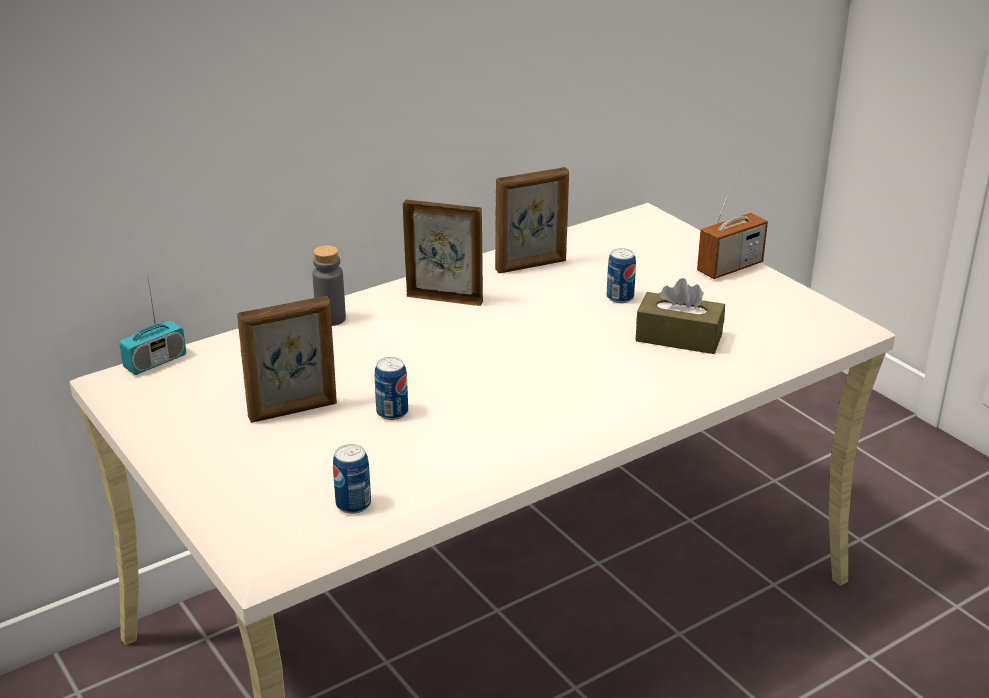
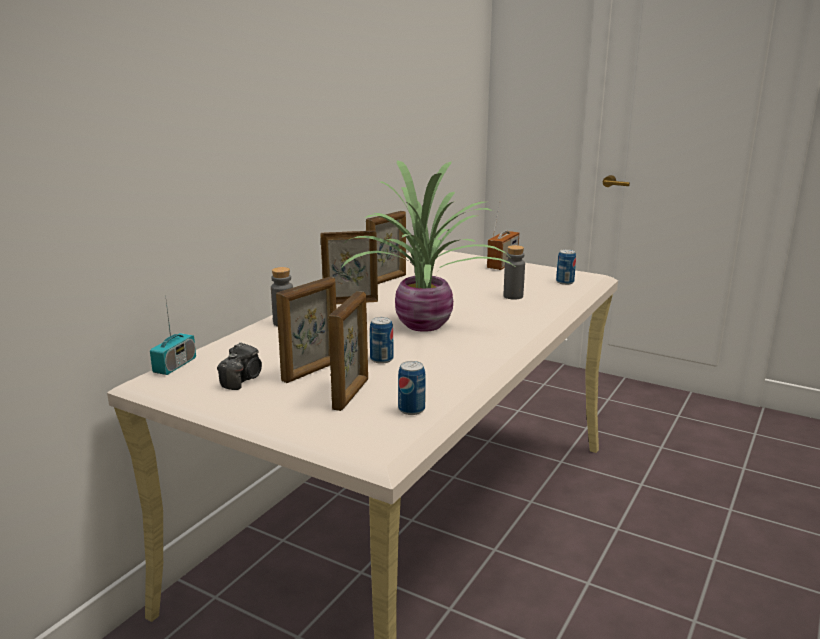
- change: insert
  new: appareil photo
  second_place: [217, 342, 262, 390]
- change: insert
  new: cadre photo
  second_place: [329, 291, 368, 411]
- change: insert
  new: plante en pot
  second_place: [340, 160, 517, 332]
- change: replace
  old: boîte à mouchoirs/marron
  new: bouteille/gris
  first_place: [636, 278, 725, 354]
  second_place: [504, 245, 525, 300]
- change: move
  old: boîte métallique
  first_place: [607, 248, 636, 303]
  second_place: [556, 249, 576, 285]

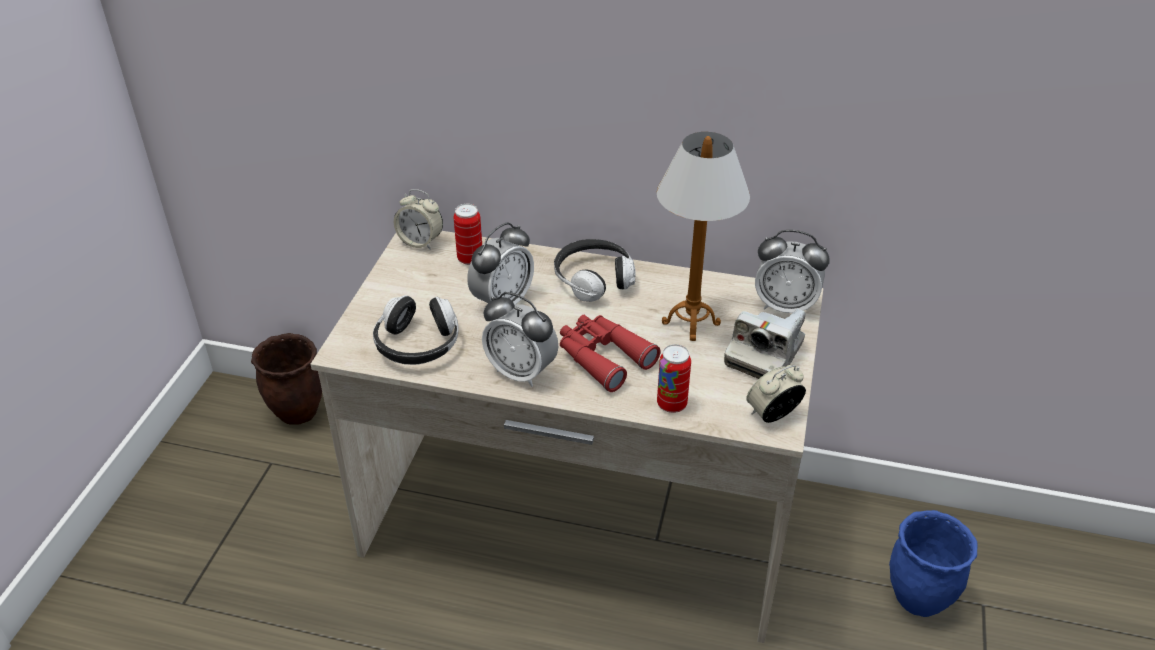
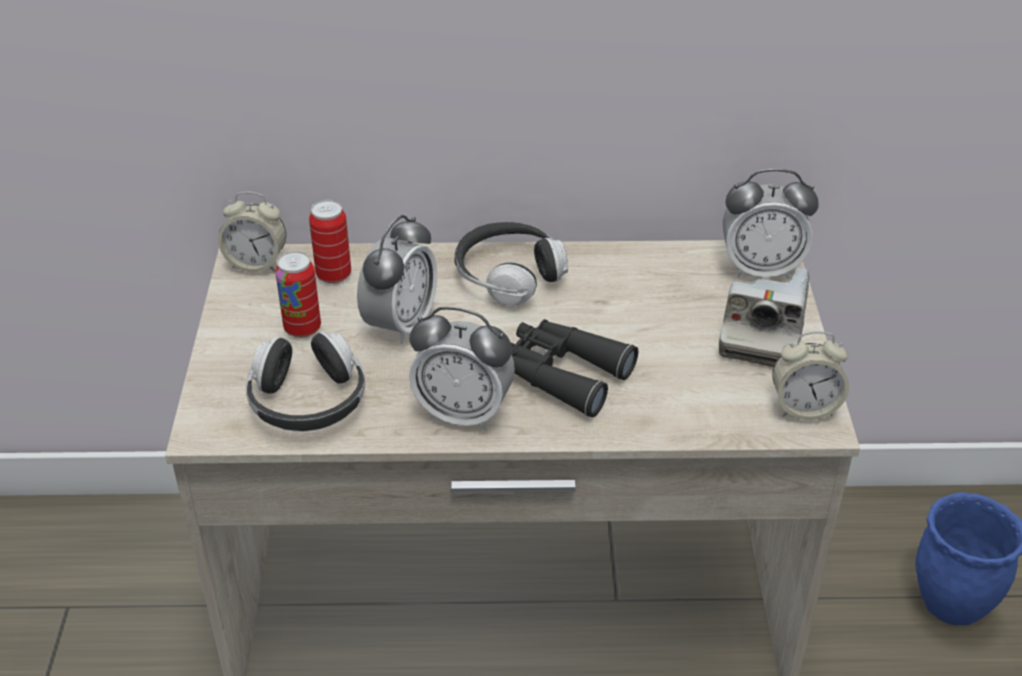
- change: move
  old: boîte métallique
  first_place: [657, 344, 691, 413]
  second_place: [275, 251, 321, 338]
- change: recolor
  old: jumelles/rouge
  new: jumelles/noir
  first_place: [560, 315, 661, 392]
  second_place: [511, 319, 638, 418]
- change: rotate
  old: réveil
  first_place: [746, 365, 806, 423]
  second_place: [772, 331, 849, 420]
  degrees: -135
- change: delete
  old: cache-pot/marron
  first_place: [251, 333, 322, 425]
- change: delete
  old: lampe de table
  first_place: [657, 132, 750, 341]

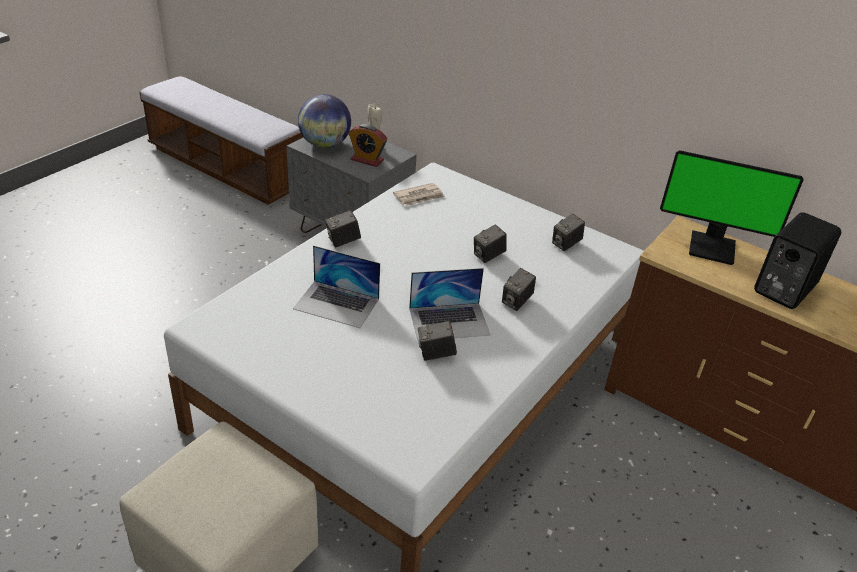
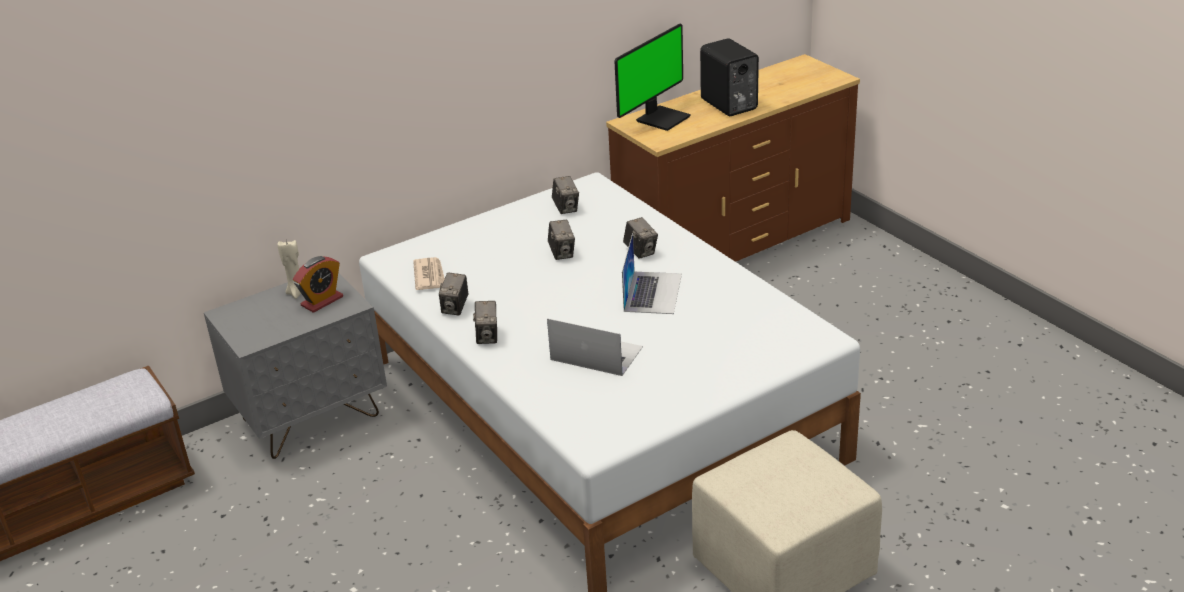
- change: move
  old: appareil photo
  first_place: [418, 321, 457, 361]
  second_place: [439, 272, 468, 315]
- change: rotate
  old: ordinateur portable
  first_place: [293, 245, 380, 328]
  second_place: [547, 318, 643, 376]
  degrees: -105
- change: delete
  old: globe
  first_place: [298, 94, 351, 148]

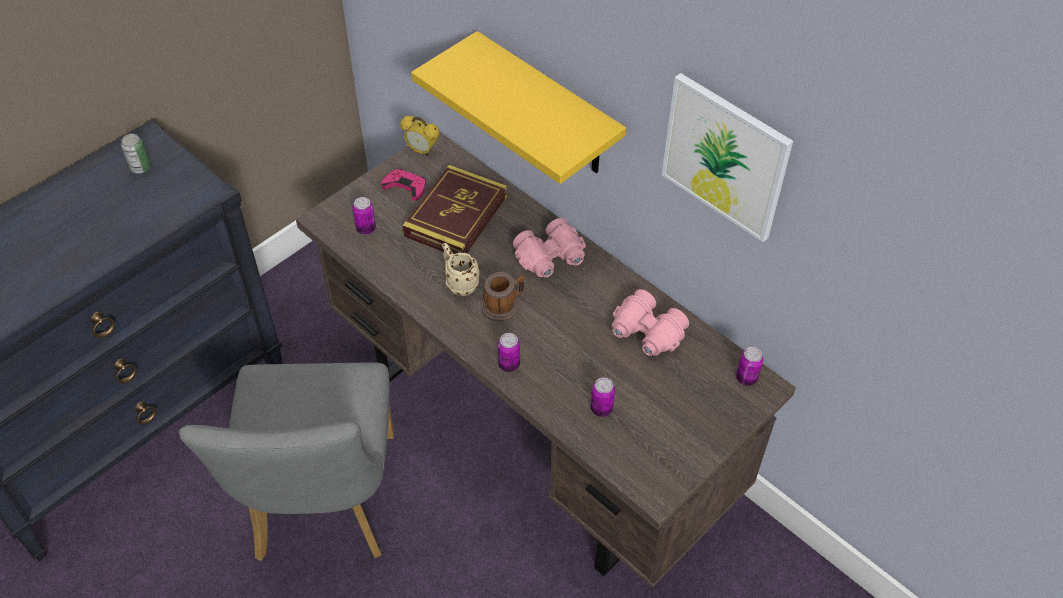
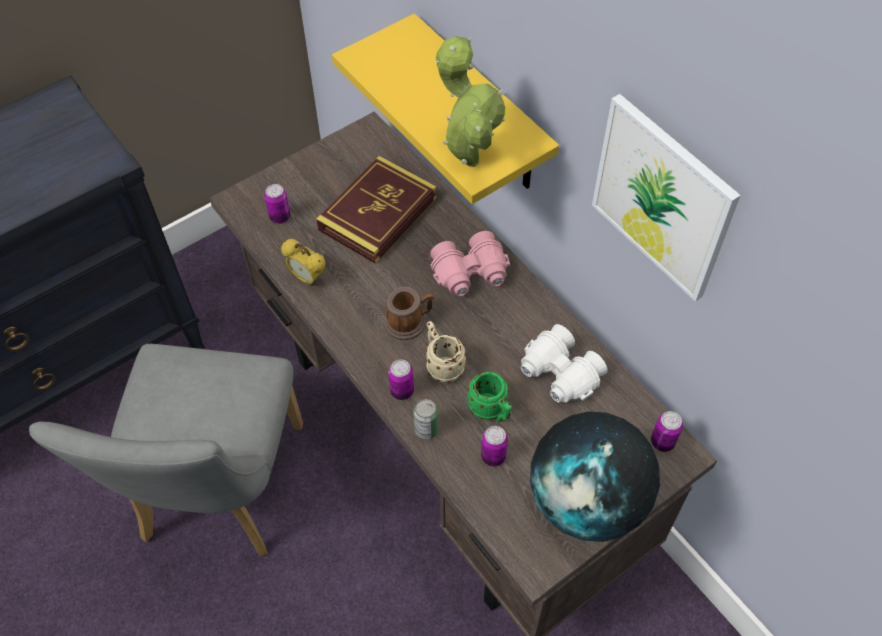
- change: move
  old: réveil
  first_place: [400, 116, 439, 156]
  second_place: [281, 239, 326, 286]
- change: move
  old: boîte métallique
  first_place: [121, 134, 151, 174]
  second_place: [413, 399, 439, 439]
- change: move
  old: mug/beige
  first_place: [442, 243, 480, 296]
  second_place: [426, 321, 466, 383]
- change: insert
  new: plante en pot
  second_place: [436, 36, 506, 167]
- change: insert
  new: mug/vert
  second_place: [467, 372, 512, 422]
- change: recolor
  old: jumelles/rose
  new: jumelles/blanc
  first_place: [612, 289, 689, 356]
  second_place: [521, 324, 608, 403]
- change: insert
  new: globe
  second_place: [530, 411, 660, 542]
- change: delete
  old: manette/rose
  first_place: [381, 169, 426, 201]

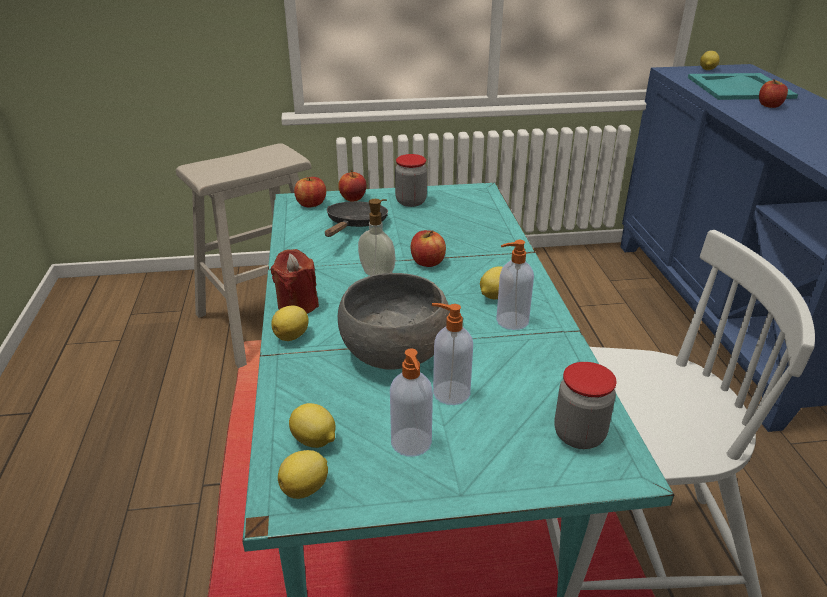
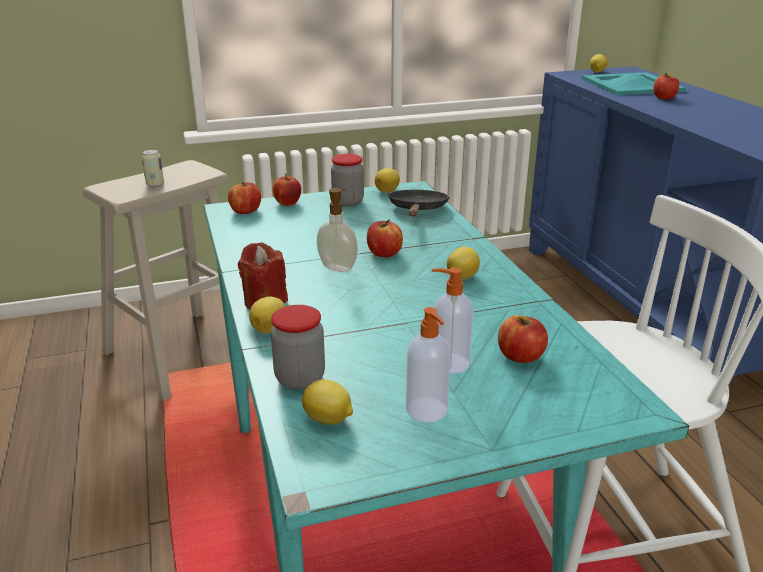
- change: insert
  new: boîte métallique
  second_place: [142, 150, 164, 187]
- change: move
  old: bocal
  first_place: [555, 362, 617, 449]
  second_place: [270, 305, 325, 390]
- change: move
  old: citron
  first_place: [278, 450, 328, 499]
  second_place: [375, 168, 400, 193]
- change: move
  old: poêle/noir
  first_place: [325, 201, 388, 237]
  second_place: [388, 190, 450, 216]
- change: insert
  new: pomme
  second_place: [498, 315, 548, 363]
- change: delete
  old: bol/gris
  first_place: [338, 273, 450, 370]
- change: delete
  old: distributeur de savon
  first_place: [496, 240, 534, 330]

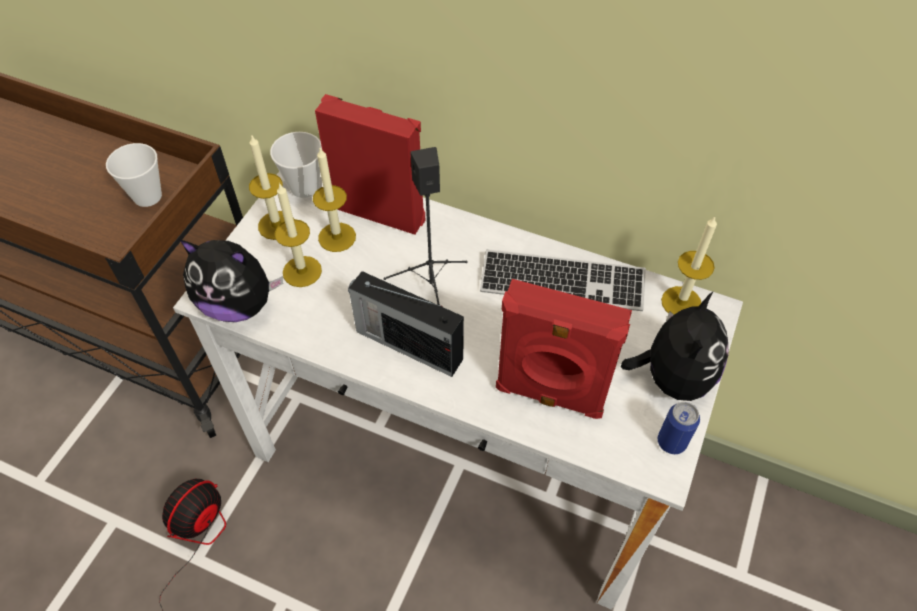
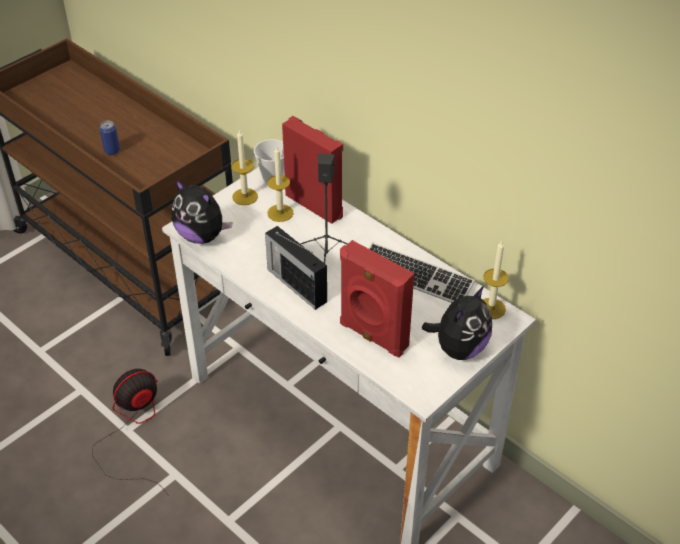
- change: move
  old: boîte métallique
  first_place: [658, 402, 700, 454]
  second_place: [100, 121, 120, 155]
- change: delete
  old: tasse
  first_place: [106, 143, 162, 207]
- change: delete
  old: bougie
  first_place: [275, 183, 322, 287]

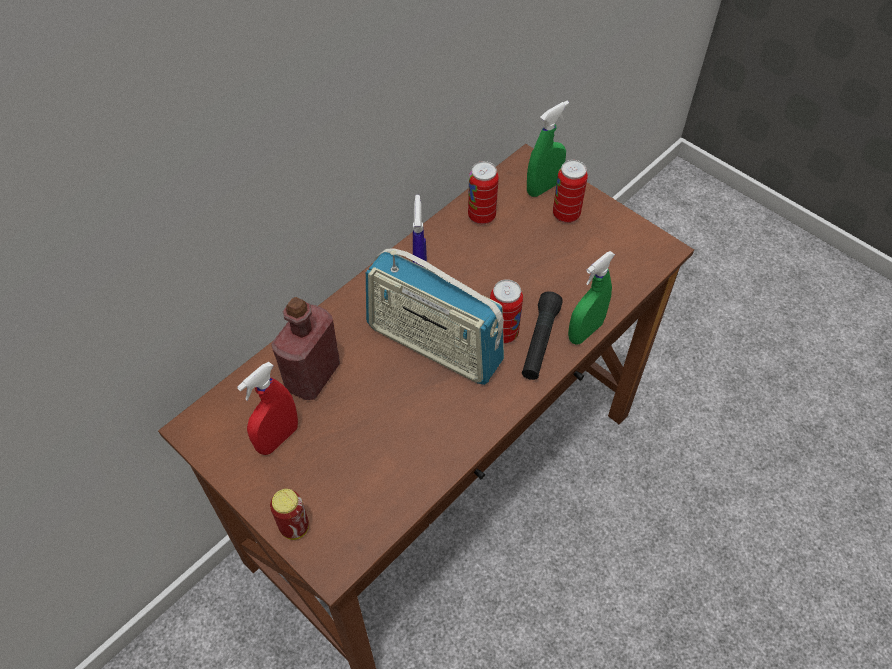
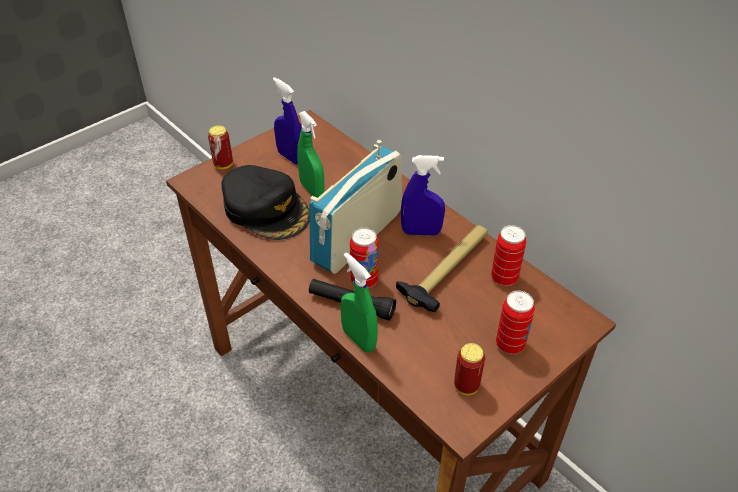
- change: insert
  new: casquette/noir
  second_place: [221, 165, 310, 240]
- change: recolor
  old: vaporisateur/rouge
  new: vaporisateur/bleu
  first_place: [237, 362, 298, 455]
  second_place: [273, 77, 302, 165]
- change: move
  old: vaporisateur/vert
  first_place: [527, 101, 569, 197]
  second_place: [297, 111, 325, 198]
- change: insert
  new: marteau
  second_place: [396, 225, 488, 312]
- change: insert
  new: boîte métallique
  second_place: [454, 343, 485, 395]
- change: delete
  old: bouteille/rouge
  first_place: [271, 297, 340, 400]

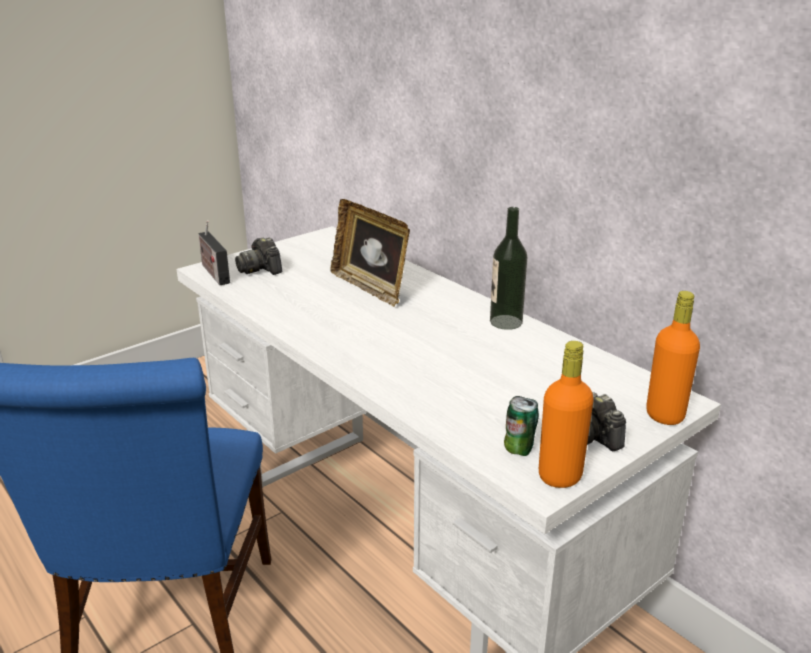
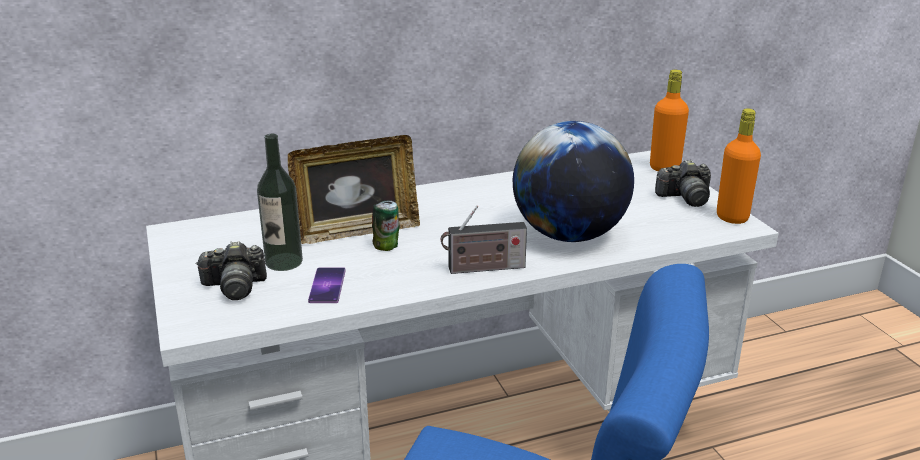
- change: move
  old: bouteille
  first_place: [490, 207, 527, 330]
  second_place: [257, 134, 303, 271]
- change: insert
  new: téléphone
  second_place: [308, 268, 346, 303]
- change: move
  old: boîte métallique
  first_place: [504, 396, 539, 456]
  second_place: [372, 200, 400, 251]
- change: move
  old: radio
  first_place: [198, 220, 230, 285]
  second_place: [441, 205, 527, 274]
- change: insert
  new: globe
  second_place: [513, 121, 634, 242]

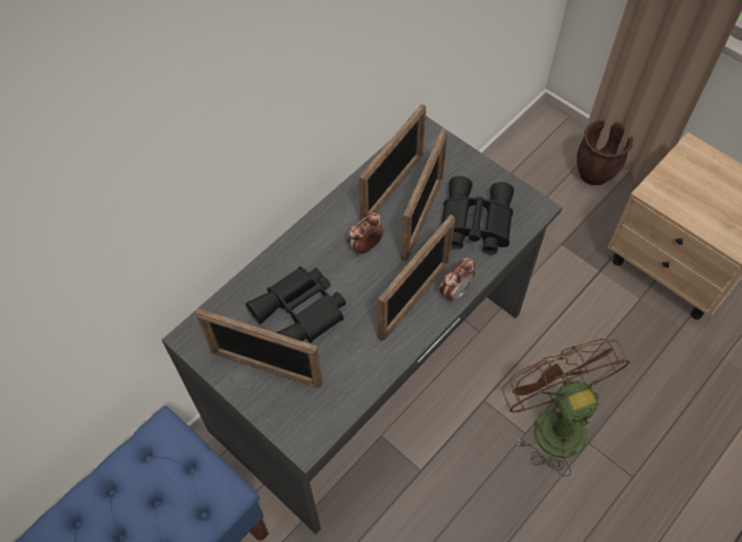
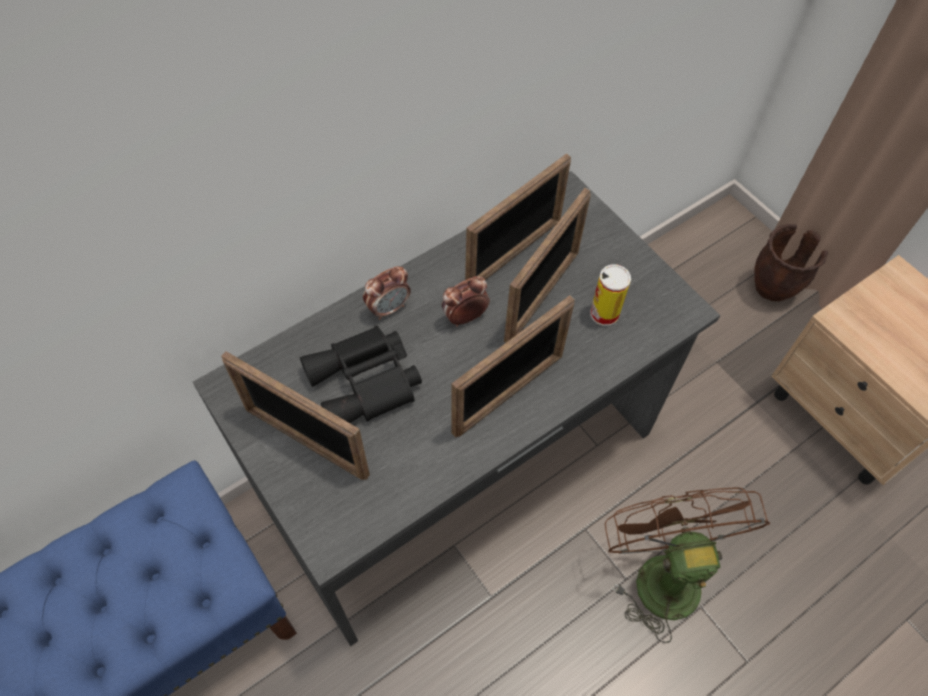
- change: move
  old: réveil
  first_place: [439, 258, 475, 303]
  second_place: [363, 266, 411, 320]
- change: replace
  old: jumelles/noir
  new: boîte métallique
  first_place: [441, 176, 514, 255]
  second_place: [590, 265, 631, 326]

